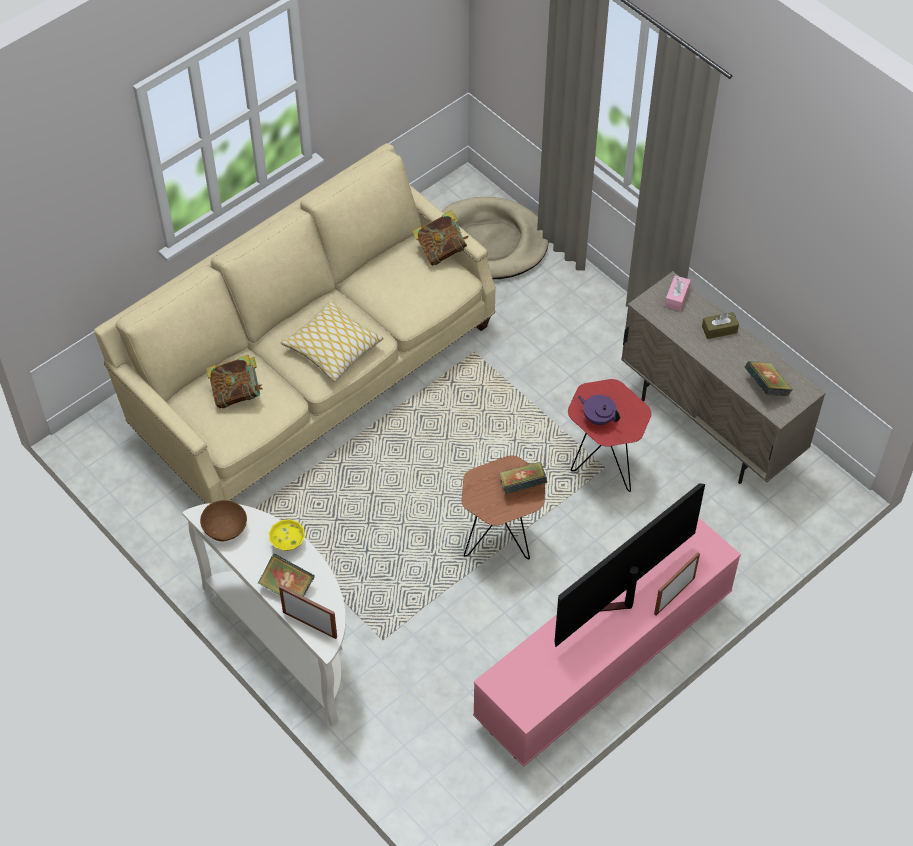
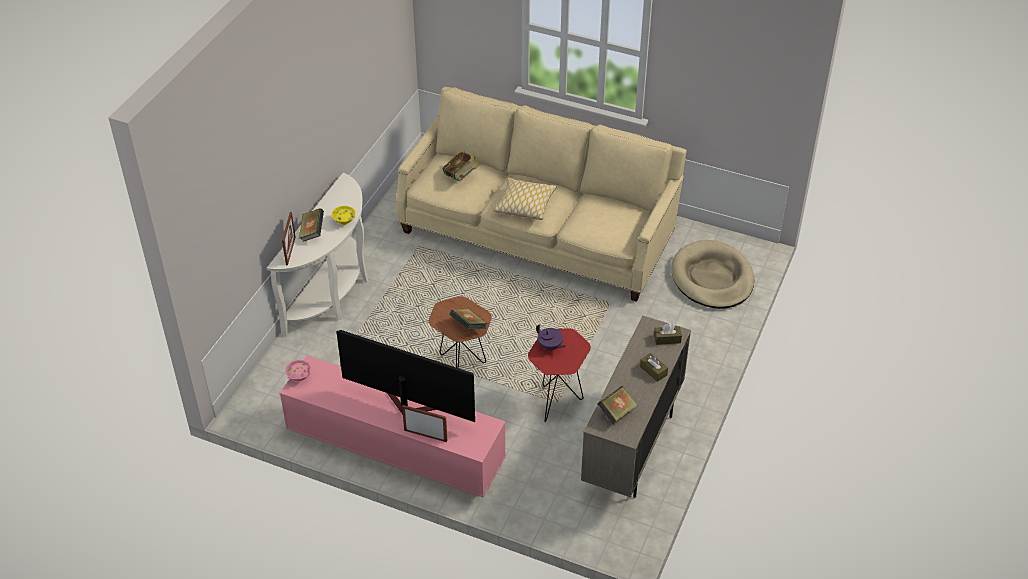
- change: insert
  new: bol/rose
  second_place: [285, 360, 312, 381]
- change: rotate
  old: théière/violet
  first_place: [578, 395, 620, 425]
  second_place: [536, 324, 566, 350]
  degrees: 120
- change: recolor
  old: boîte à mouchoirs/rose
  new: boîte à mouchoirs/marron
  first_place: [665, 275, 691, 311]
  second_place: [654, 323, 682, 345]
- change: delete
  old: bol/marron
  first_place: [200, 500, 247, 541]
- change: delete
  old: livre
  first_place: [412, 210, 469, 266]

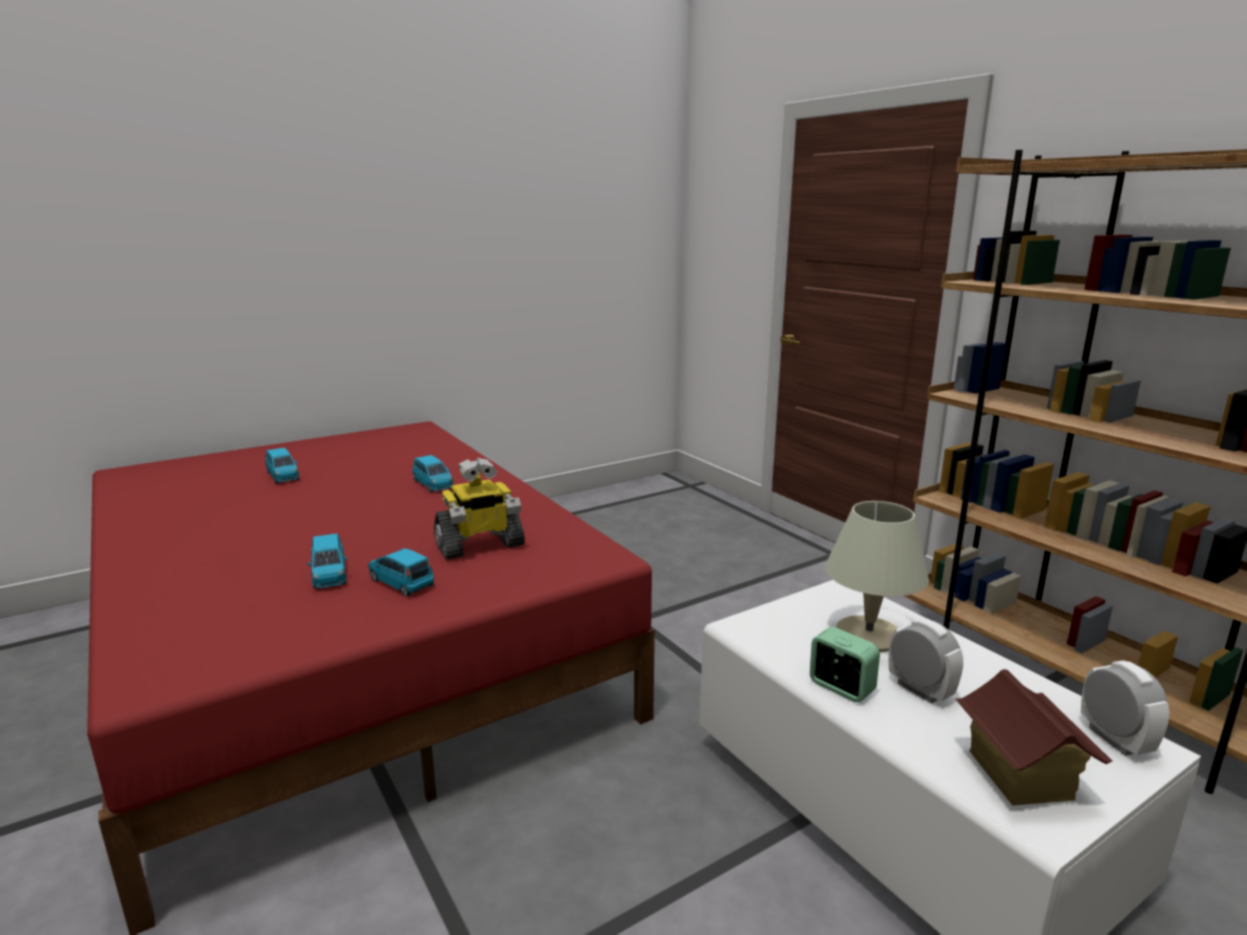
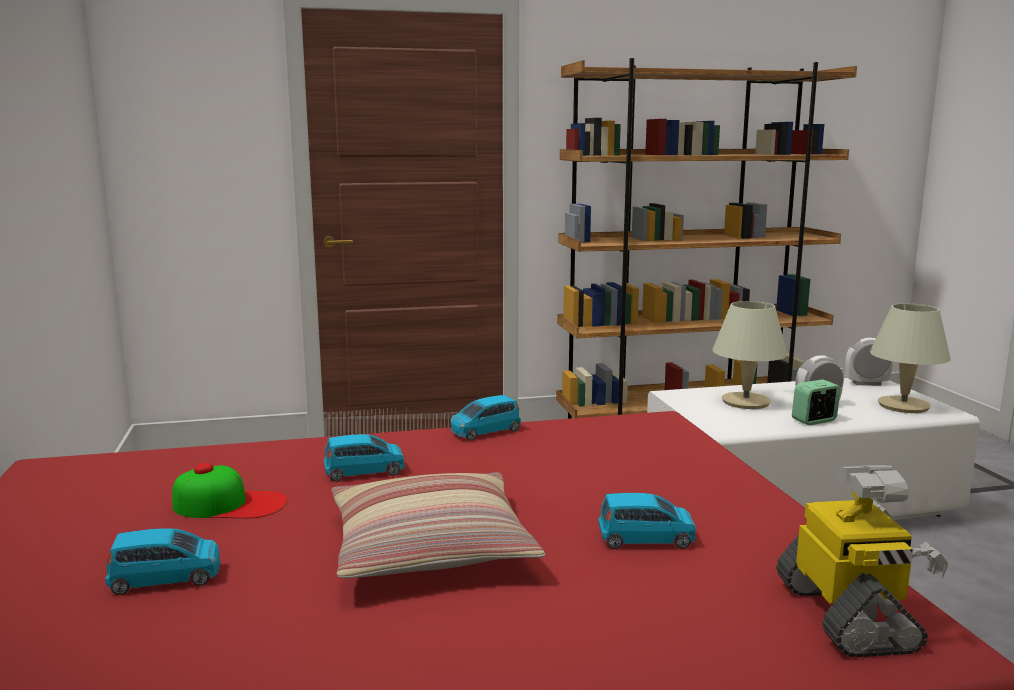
- change: insert
  new: casquette
  second_place: [172, 463, 288, 518]
- change: insert
  new: coussin
  second_place: [331, 472, 545, 578]
- change: move
  old: petite voiture/bleu
  first_place: [368, 549, 434, 597]
  second_place: [450, 395, 521, 440]
- change: move
  old: robot jouet
  first_place: [434, 458, 525, 559]
  second_place: [776, 465, 948, 657]
- change: replace
  old: maison miniature
  new: lampe de table/beige
  first_place: [956, 669, 1112, 806]
  second_place: [870, 303, 951, 413]

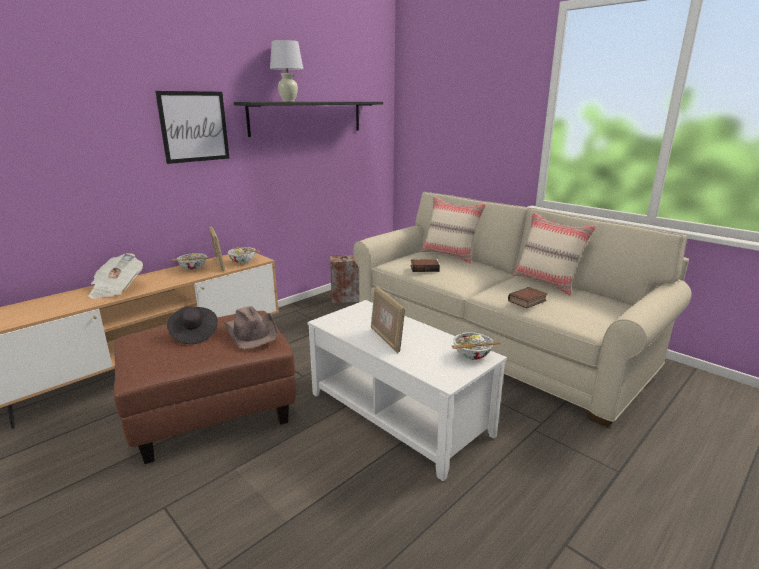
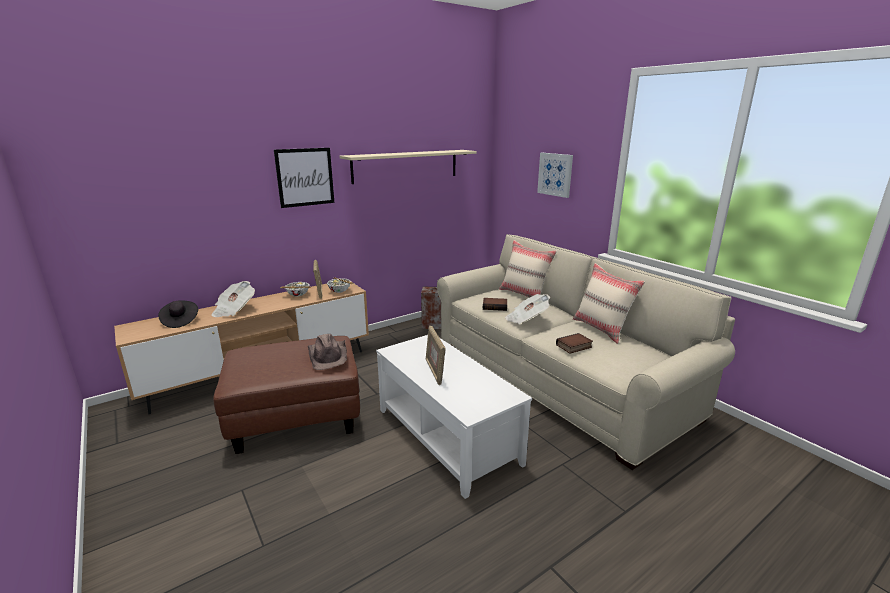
- change: move
  old: chapeau/noir
  first_place: [167, 307, 218, 344]
  second_place: [158, 300, 198, 328]
- change: recolor
  old: étagère/noir
  new: étagère/beige
  first_place: [233, 102, 383, 137]
  second_place: [340, 150, 477, 184]
- change: insert
  new: journal
  second_place: [505, 294, 551, 325]
- change: insert
  new: tableau
  second_place: [537, 153, 573, 198]
- change: delete
  old: lampe de table/blanc
  first_place: [270, 40, 303, 102]
- change: delete
  old: bol
  first_place: [452, 332, 500, 360]

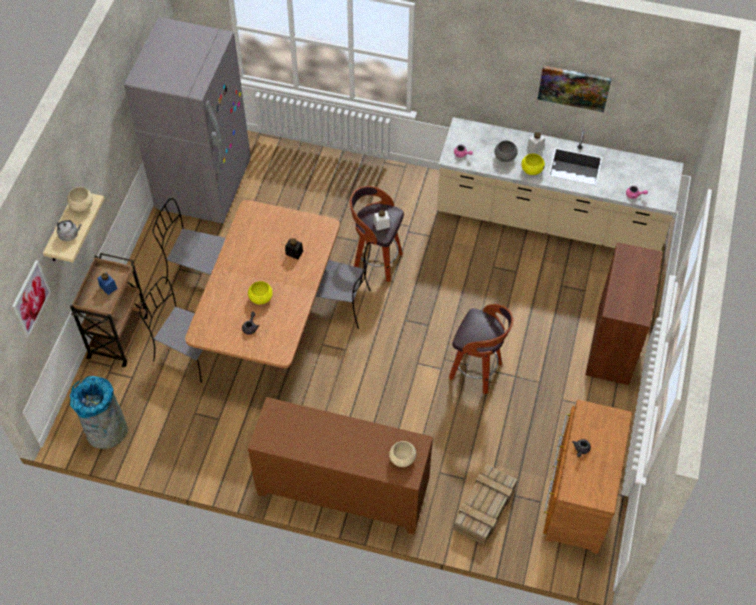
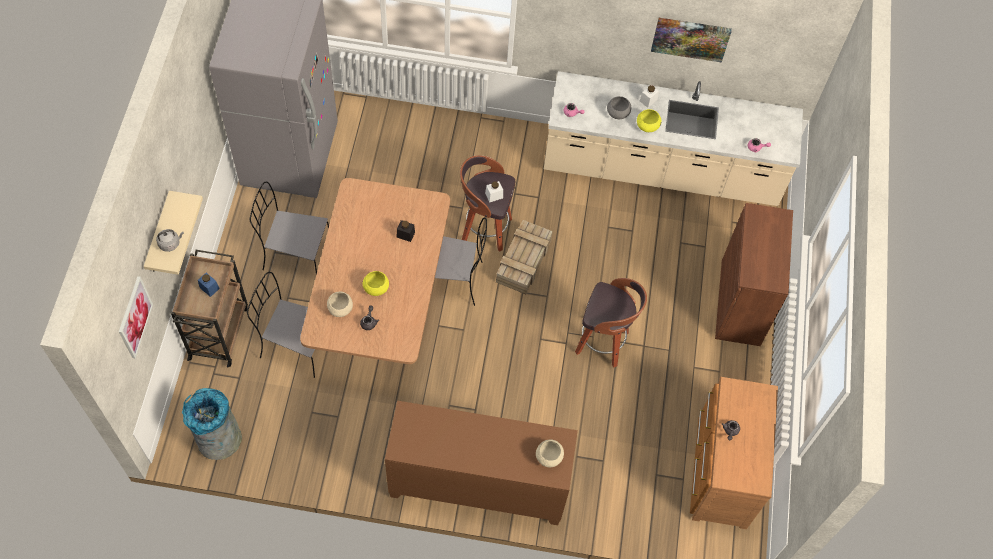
- change: move
  old: bol/beige
  first_place: [67, 187, 93, 212]
  second_place: [327, 292, 353, 317]
- change: move
  old: caisse
  first_place: [454, 464, 517, 545]
  second_place: [496, 220, 553, 294]

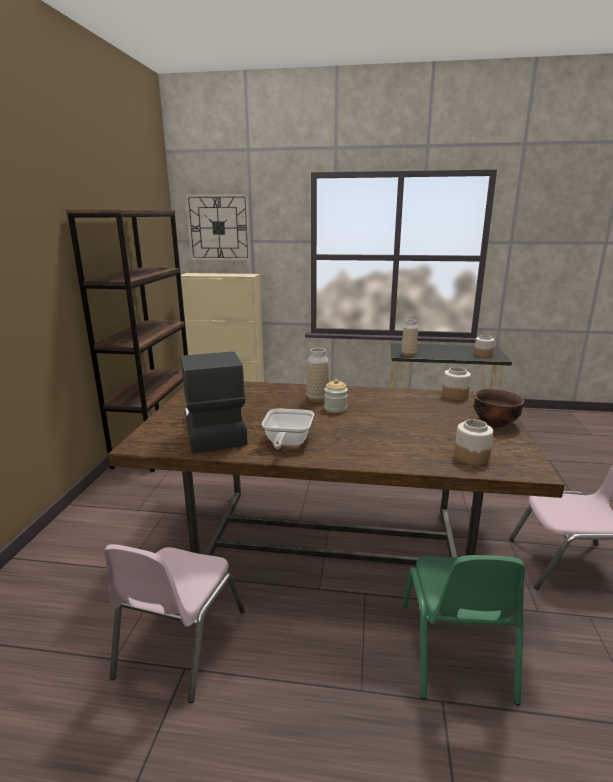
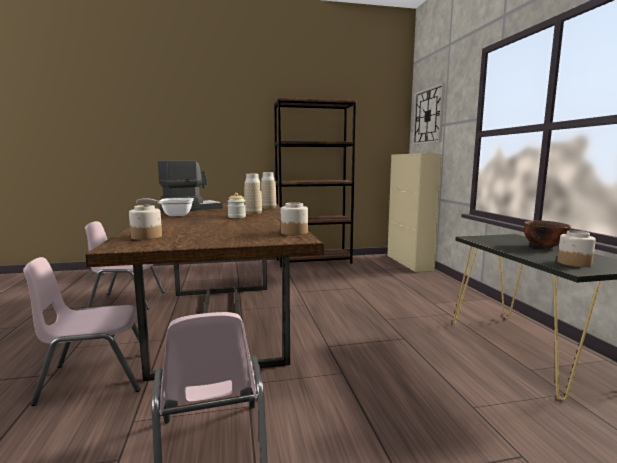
- change: recolor
  old: chaise/vert
  new: chaise/rose
  first_place: [403, 555, 525, 706]
  second_place: [23, 257, 141, 406]
- change: move
  old: vase
  first_place: [401, 319, 418, 356]
  second_place: [261, 172, 277, 209]
- change: move
  old: bol/marron
  first_place: [473, 389, 525, 428]
  second_place: [524, 220, 571, 248]

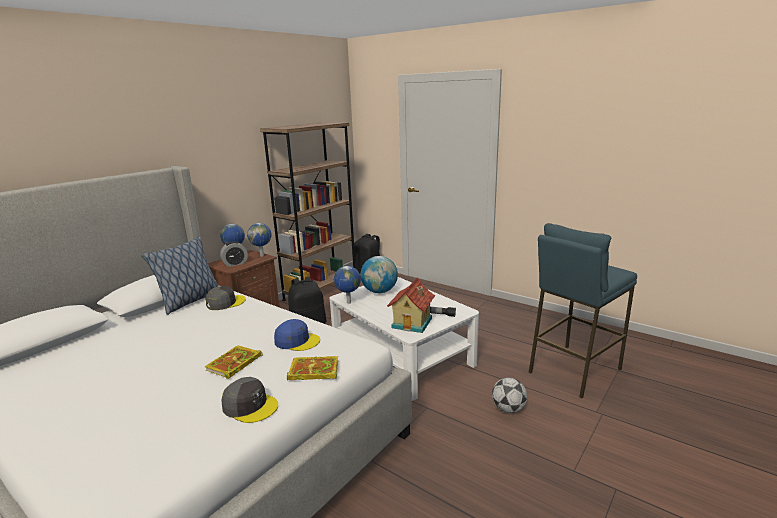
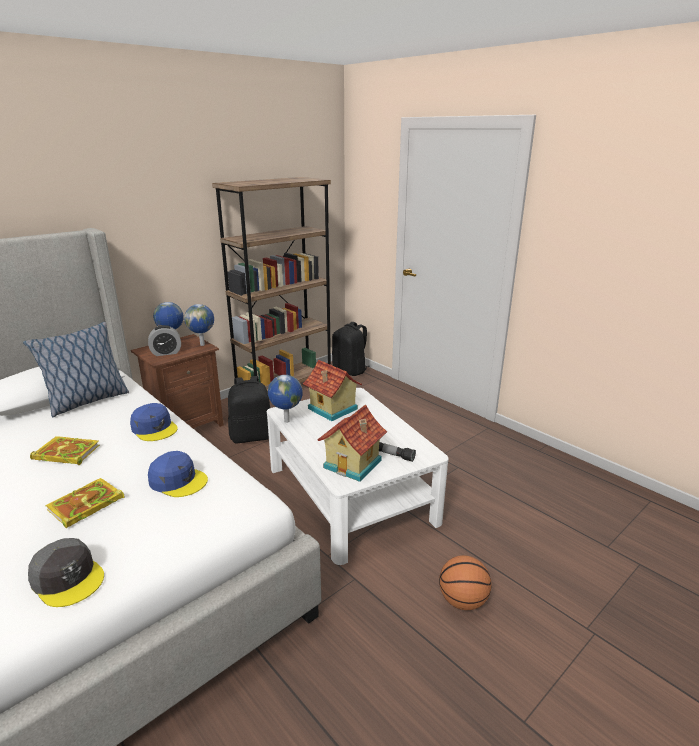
- change: move
  old: livre
  first_place: [287, 356, 339, 380]
  second_place: [30, 436, 100, 465]
- change: insert
  new: casquette/bleu
  second_place: [130, 403, 178, 441]
- change: replace
  old: globe
  new: maison miniature
  first_place: [360, 256, 398, 293]
  second_place: [303, 360, 362, 421]
- change: replace
  old: ballon de foot
  new: ballon de basket
  first_place: [492, 378, 527, 413]
  second_place: [439, 555, 491, 610]
- change: delete
  old: casquette/gris
  first_place: [205, 286, 246, 310]
- change: delete
  old: tabouret/bleu
  first_place: [528, 223, 637, 398]

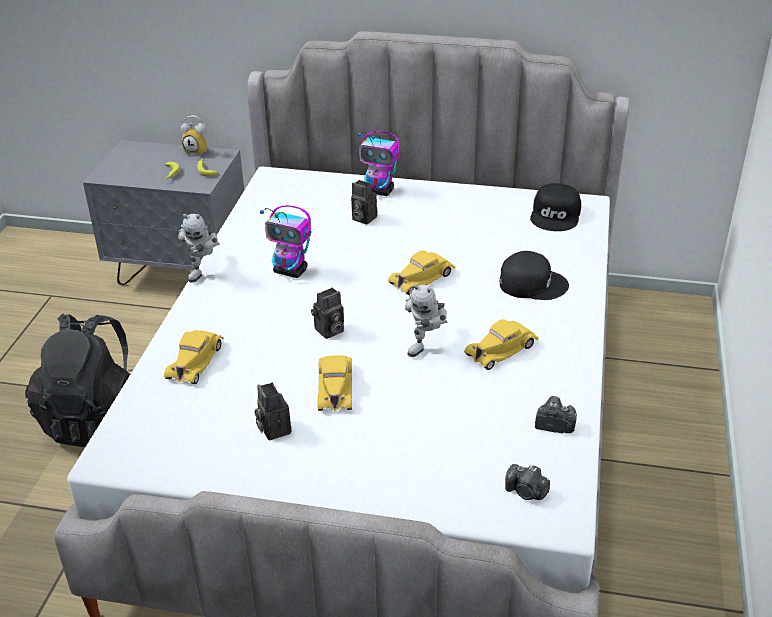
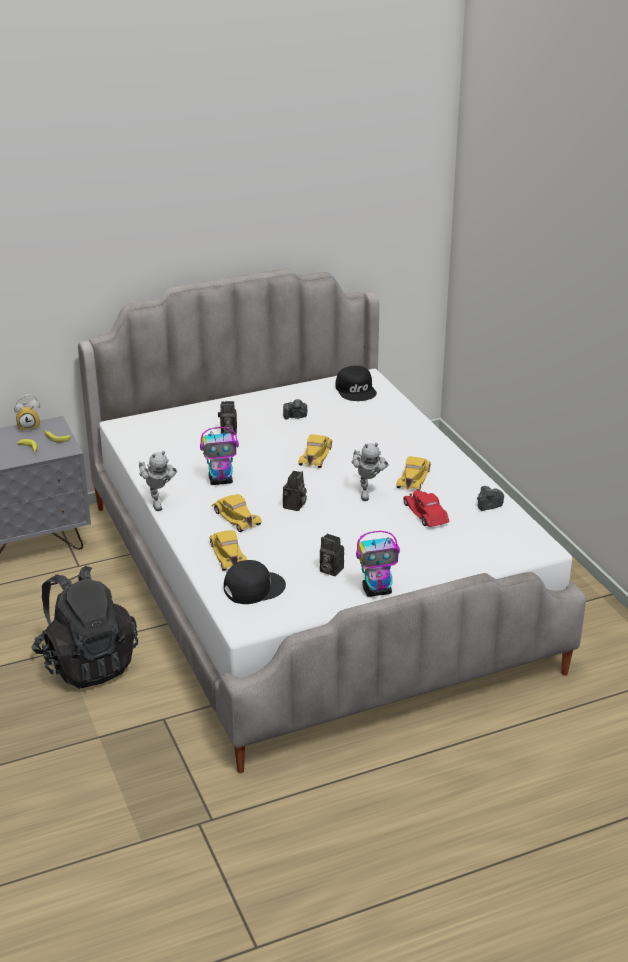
- change: move
  old: petite voiture/jaune
  first_place: [317, 355, 352, 411]
  second_place: [212, 494, 262, 532]
- change: move
  old: casquette/noir
  first_place: [500, 251, 569, 300]
  second_place: [224, 560, 286, 604]
- change: move
  old: appareil photo
  first_place: [505, 464, 550, 500]
  second_place: [283, 399, 307, 420]
- change: move
  old: robot jouet
  first_place: [358, 131, 400, 196]
  second_place: [356, 531, 400, 597]
- change: insert
  new: petite voiture/rouge
  second_place: [404, 490, 450, 527]

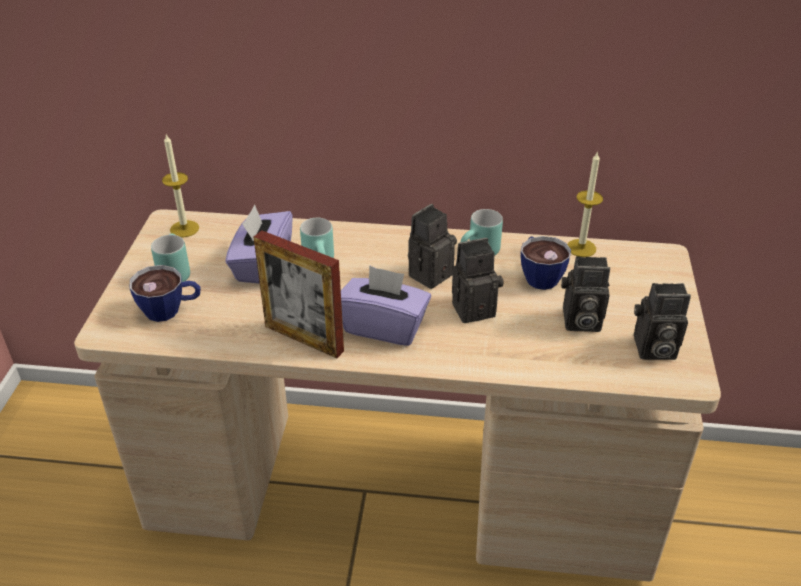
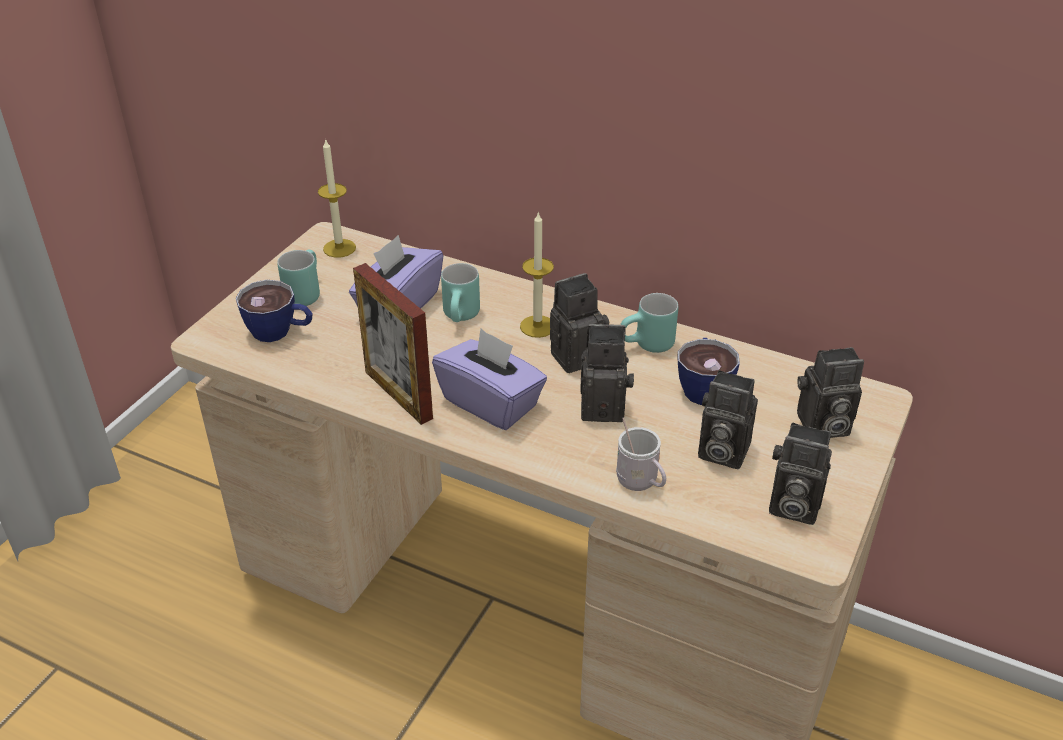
- change: move
  old: bougie
  first_place: [567, 151, 603, 257]
  second_place: [520, 212, 554, 338]
- change: insert
  new: mug/blanc
  second_place: [616, 417, 666, 491]
- change: insert
  new: appareil photo
  second_place: [797, 347, 864, 438]

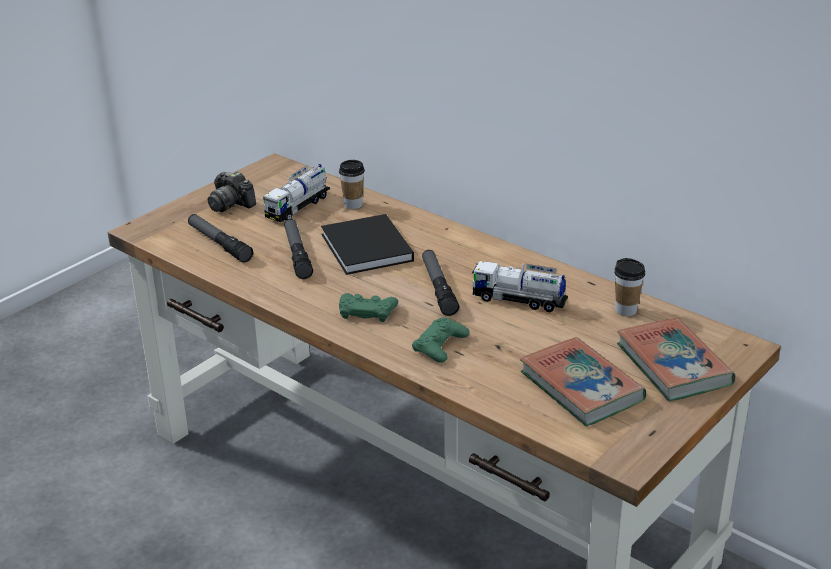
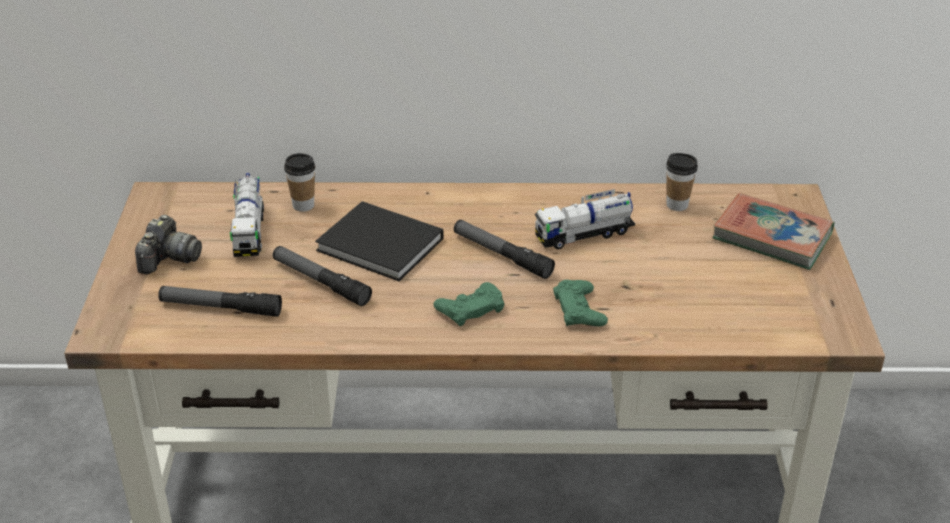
- change: rotate
  old: appareil photo
  first_place: [207, 171, 256, 212]
  second_place: [135, 215, 202, 274]
  degrees: -75
- change: delete
  old: livre
  first_place: [520, 337, 646, 427]

